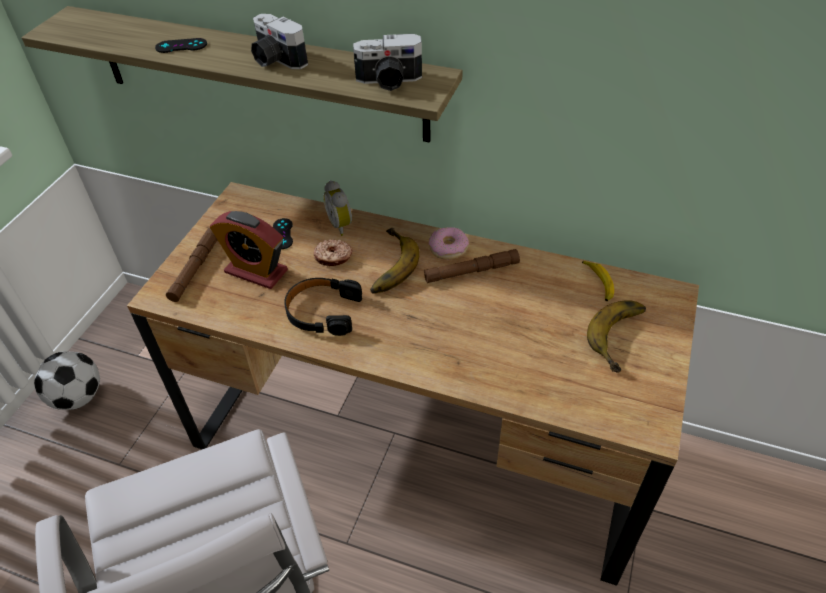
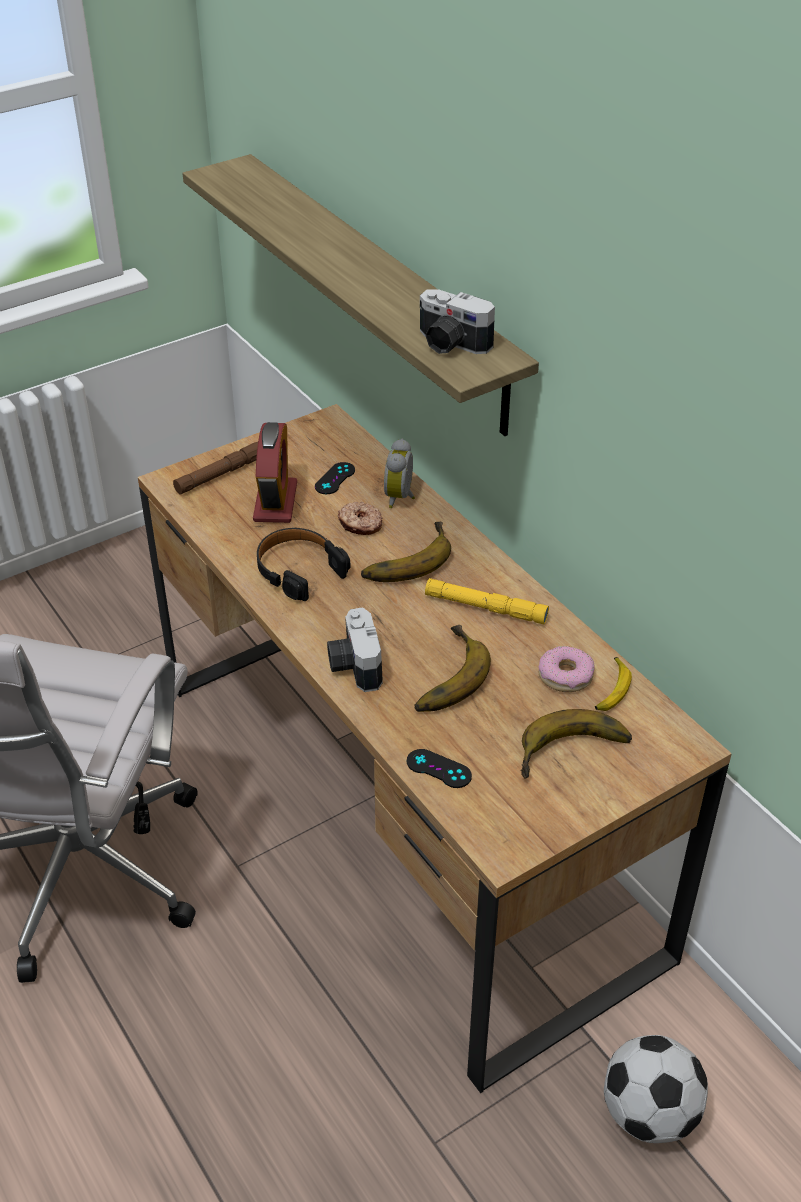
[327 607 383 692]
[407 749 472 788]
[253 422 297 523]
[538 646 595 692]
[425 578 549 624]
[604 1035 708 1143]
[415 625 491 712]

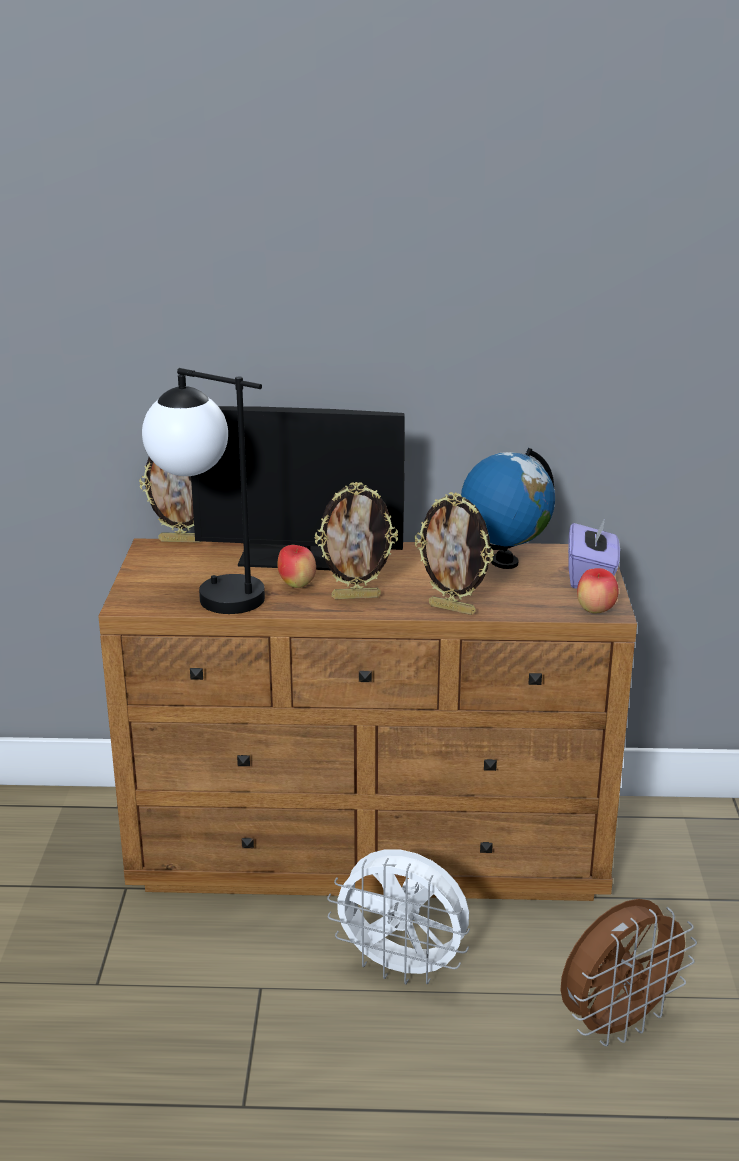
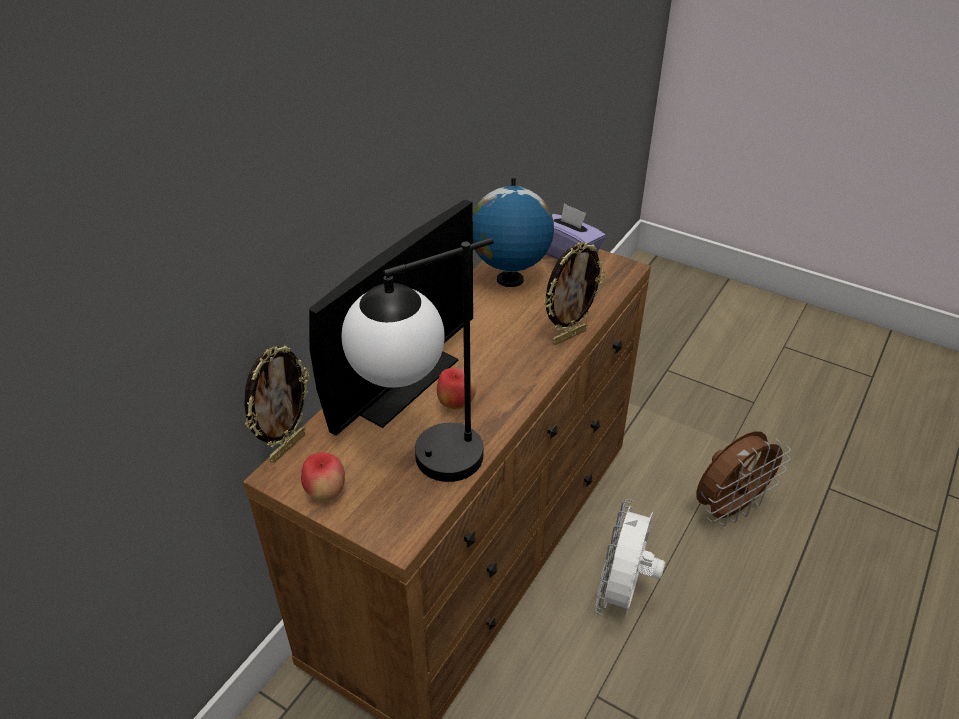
[314 482 398 599] (first image)
[301 452 345 501]
[595 499 665 615]
[696 431 791 526]

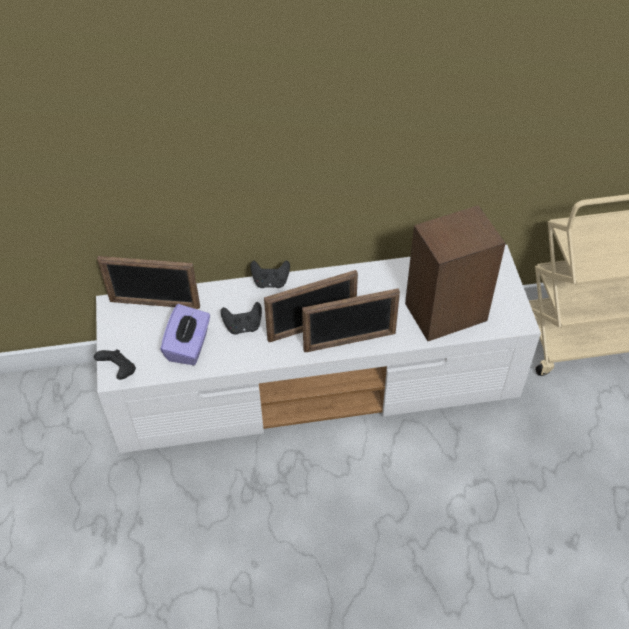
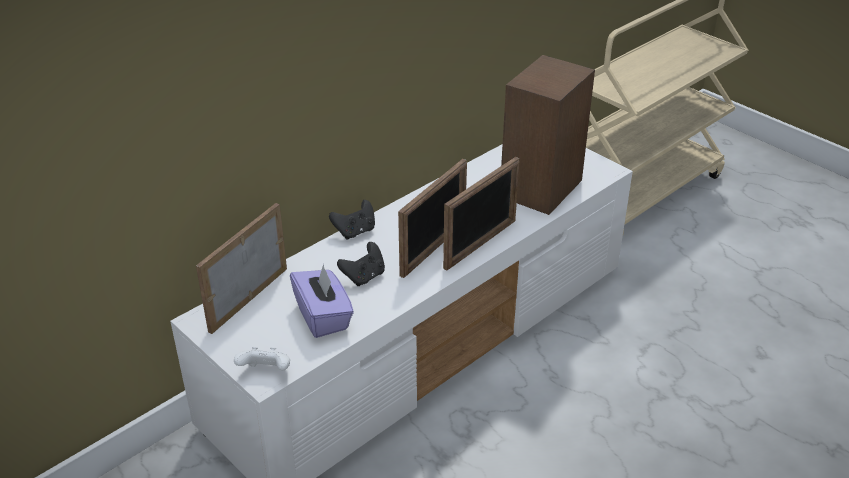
[196 203 287 334]
[234 347 290 370]

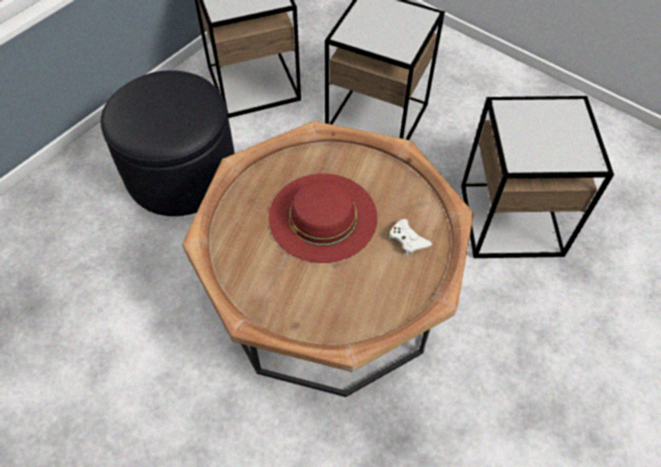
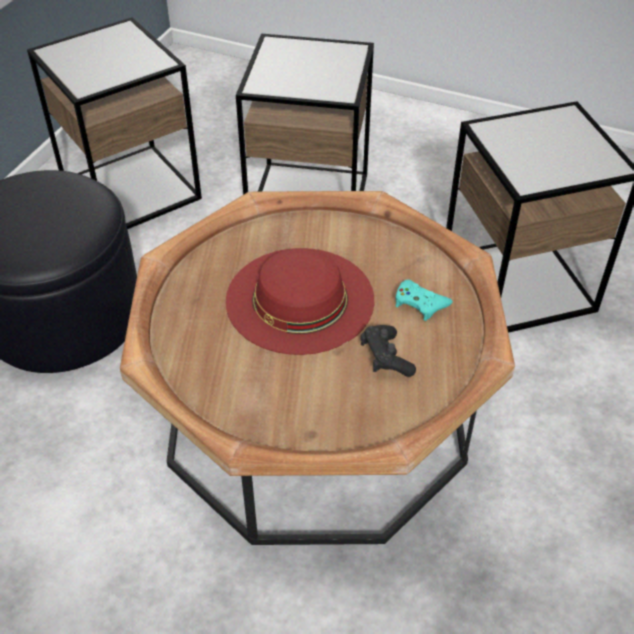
[395 280 453 321]
[361 325 416 377]

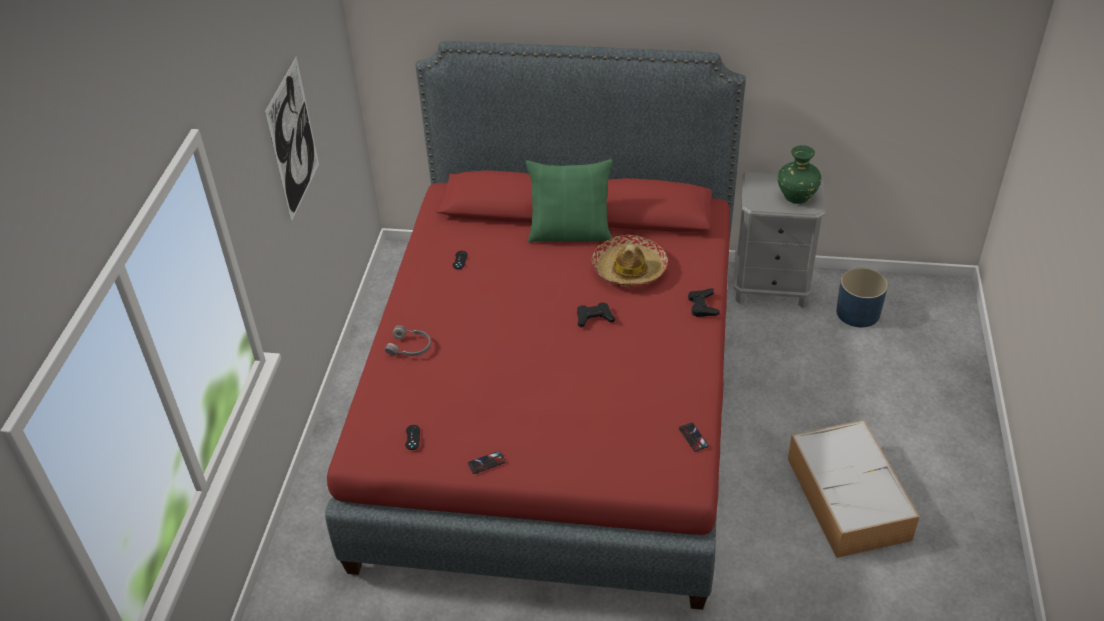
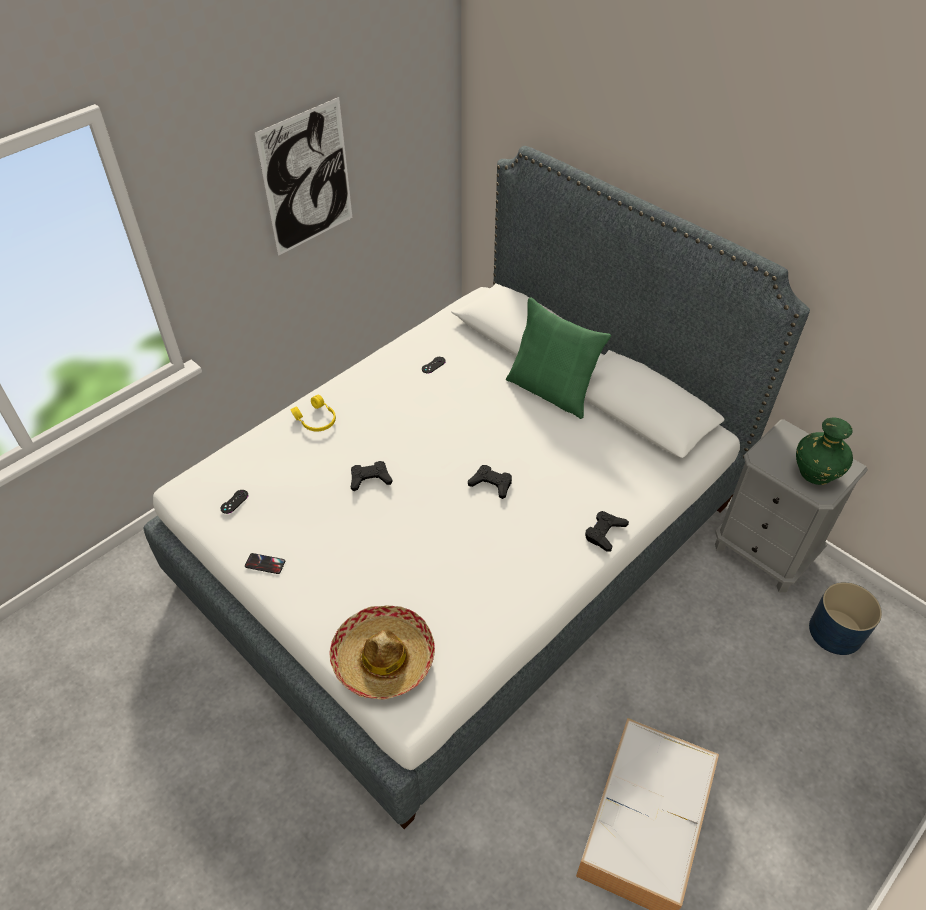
[144 146 810 829]
[329 605 435 700]
[290 395 336 431]
[679 423 708 452] (first image)
[351 461 393 491]

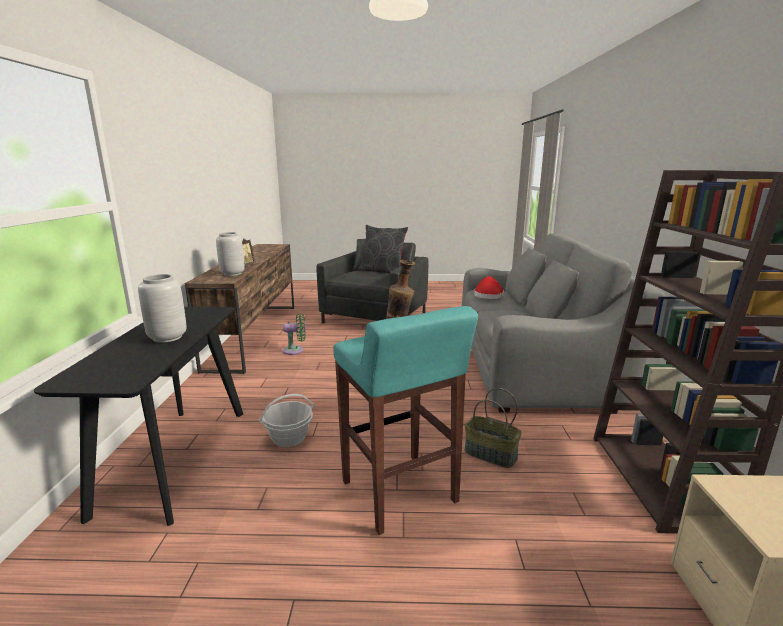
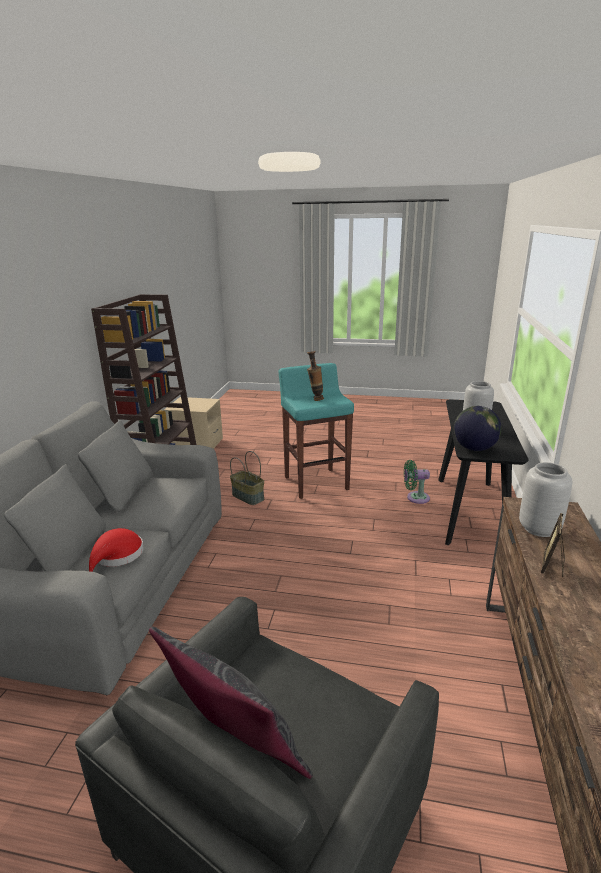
[404 460 430 504]
[259 394 314 447] (first image)
[454 406 502 451]

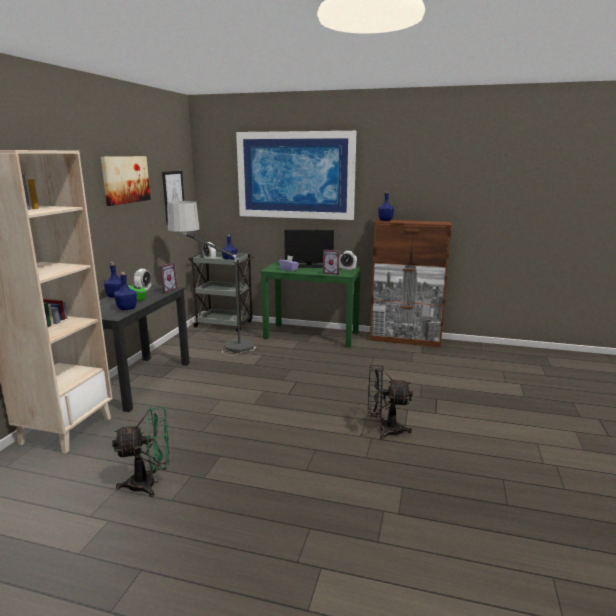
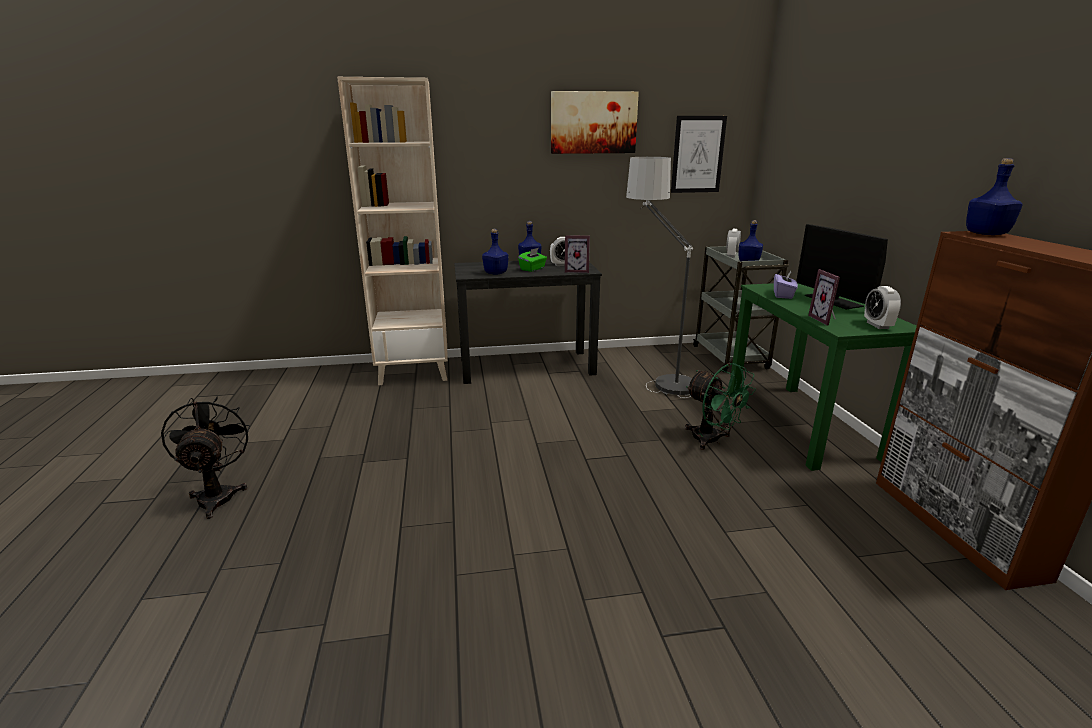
[236 131 356 220] (first image)
[161 397 250 519]
[685 363 756 450]

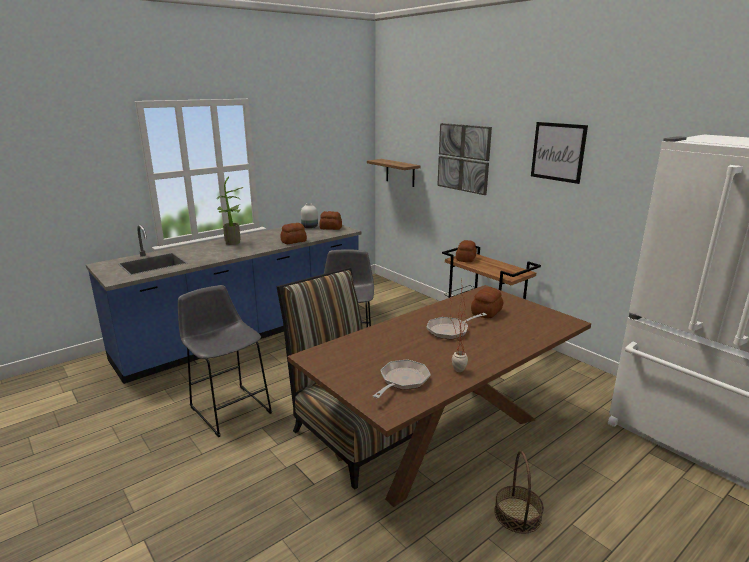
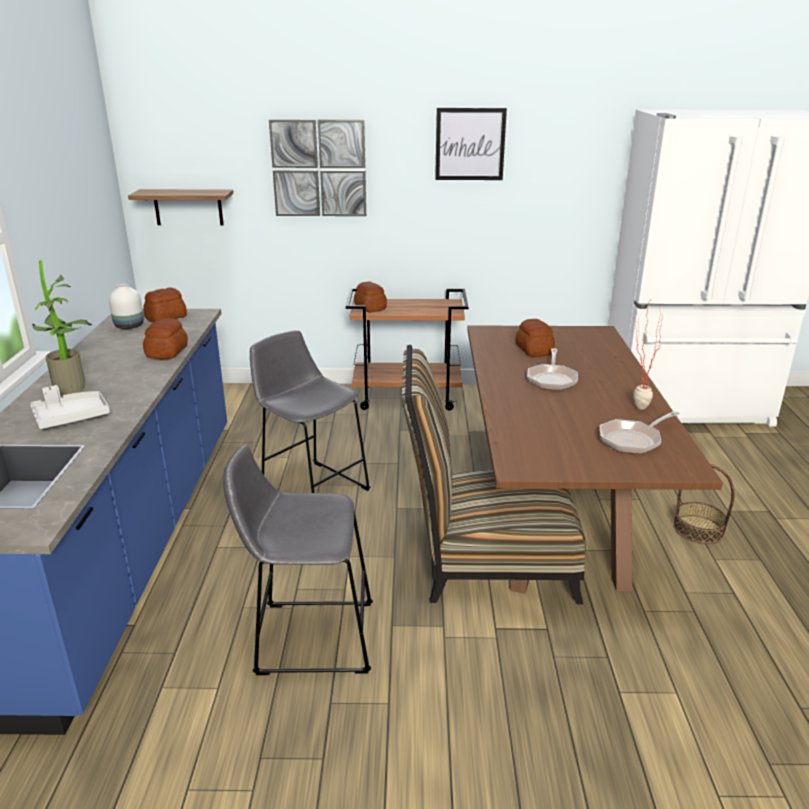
[600 411 680 454]
[30 385 110 429]

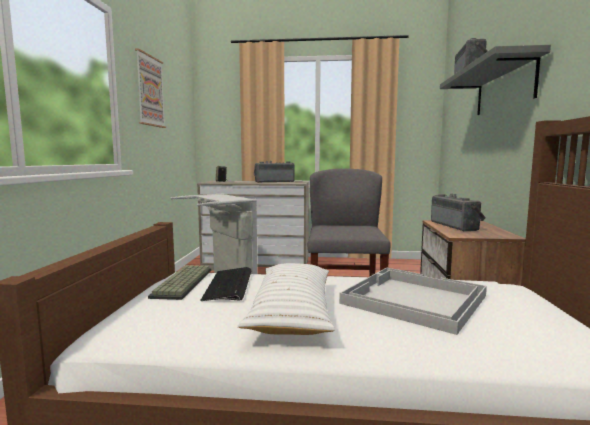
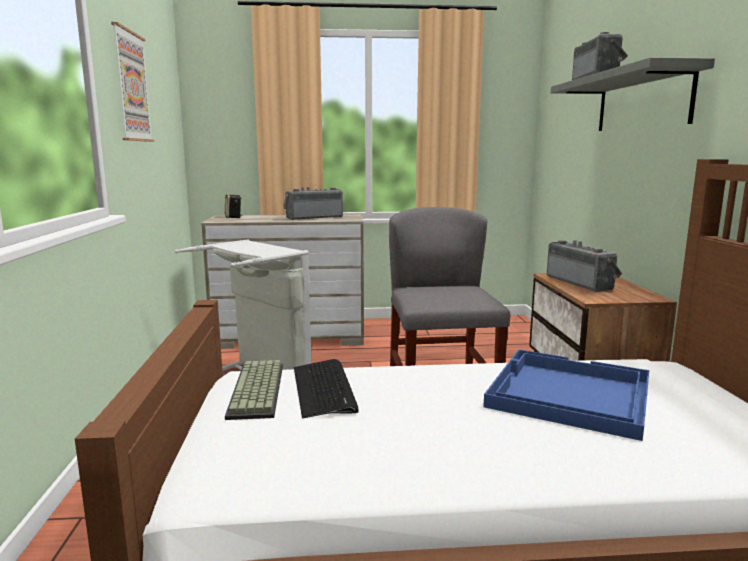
[238 263 335 335] (first image)
[483 349 649 441]

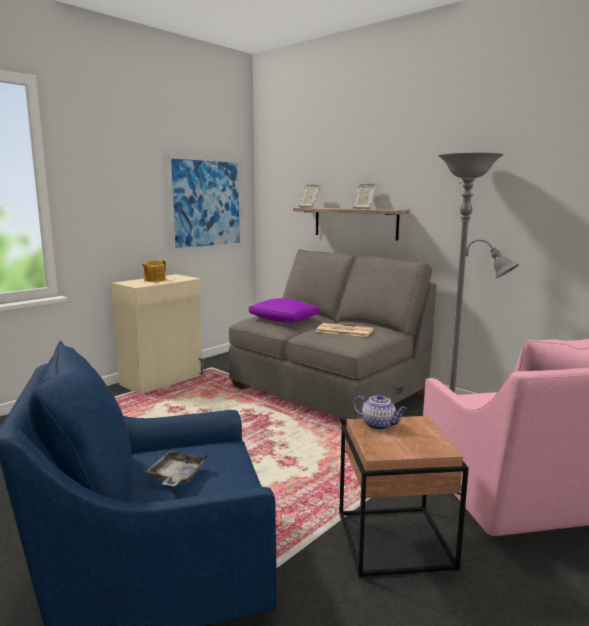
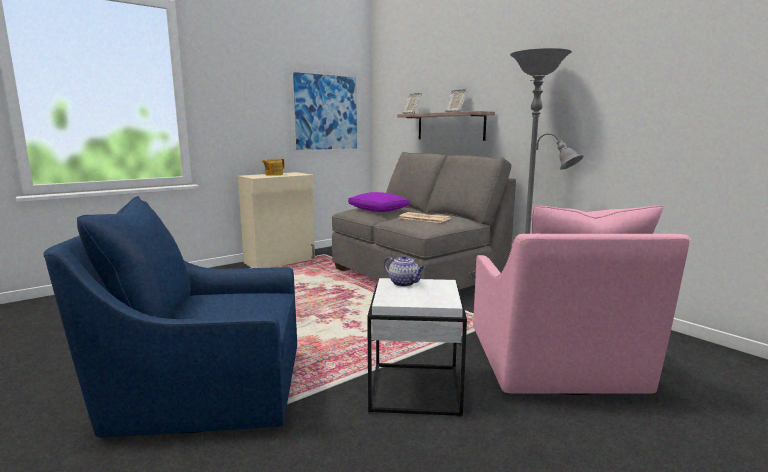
[367 278 467 417]
[145 450 207 486] (first image)

